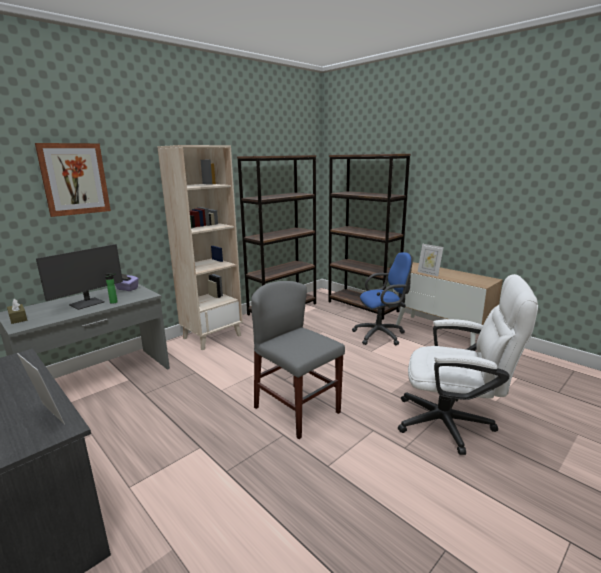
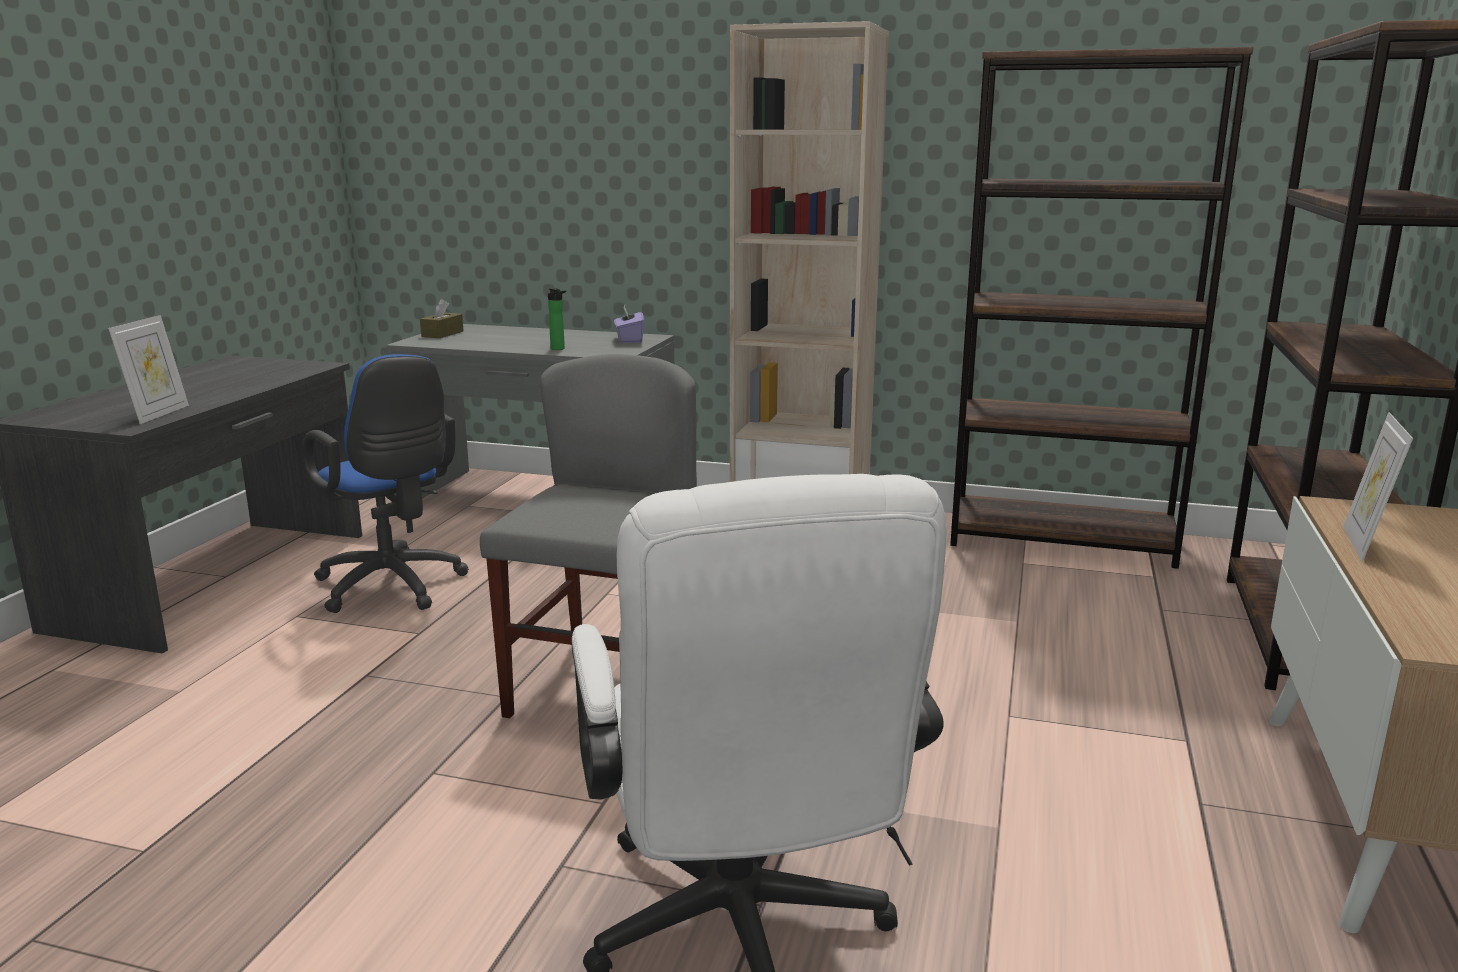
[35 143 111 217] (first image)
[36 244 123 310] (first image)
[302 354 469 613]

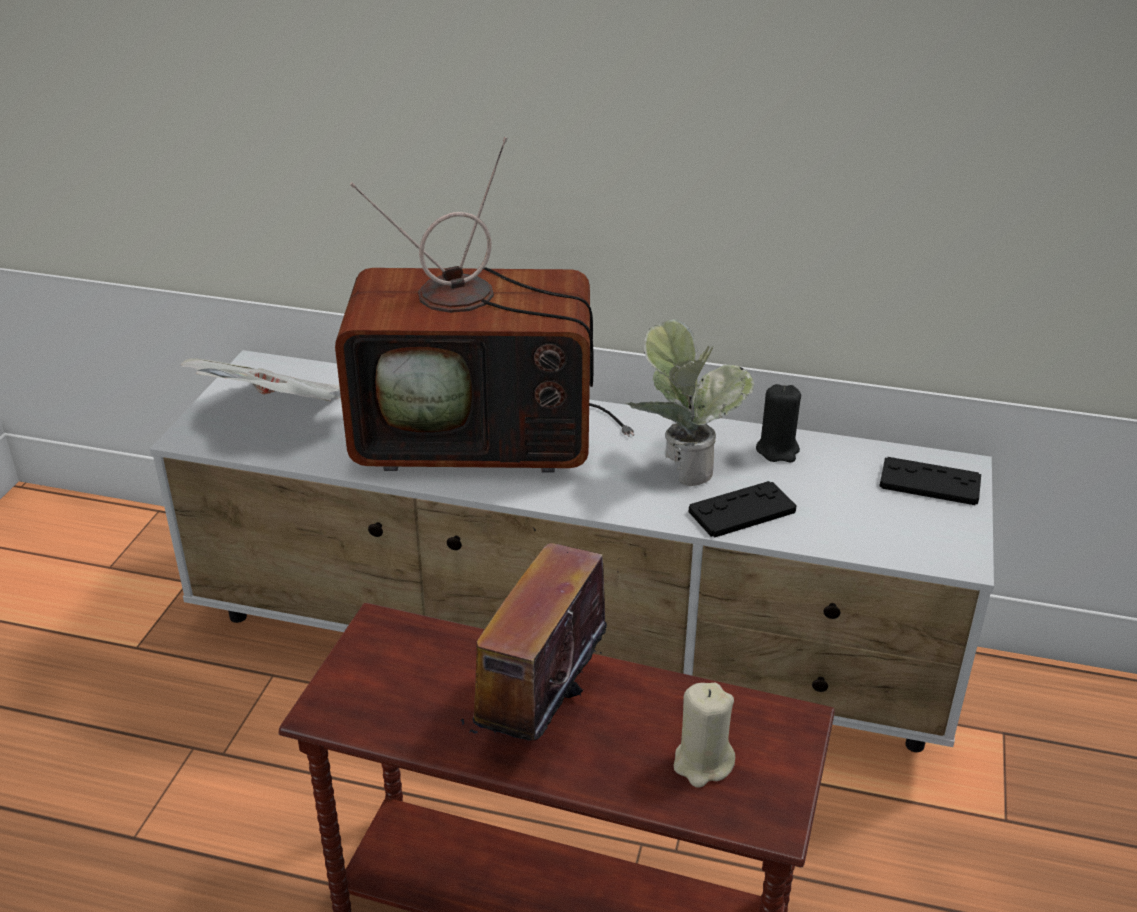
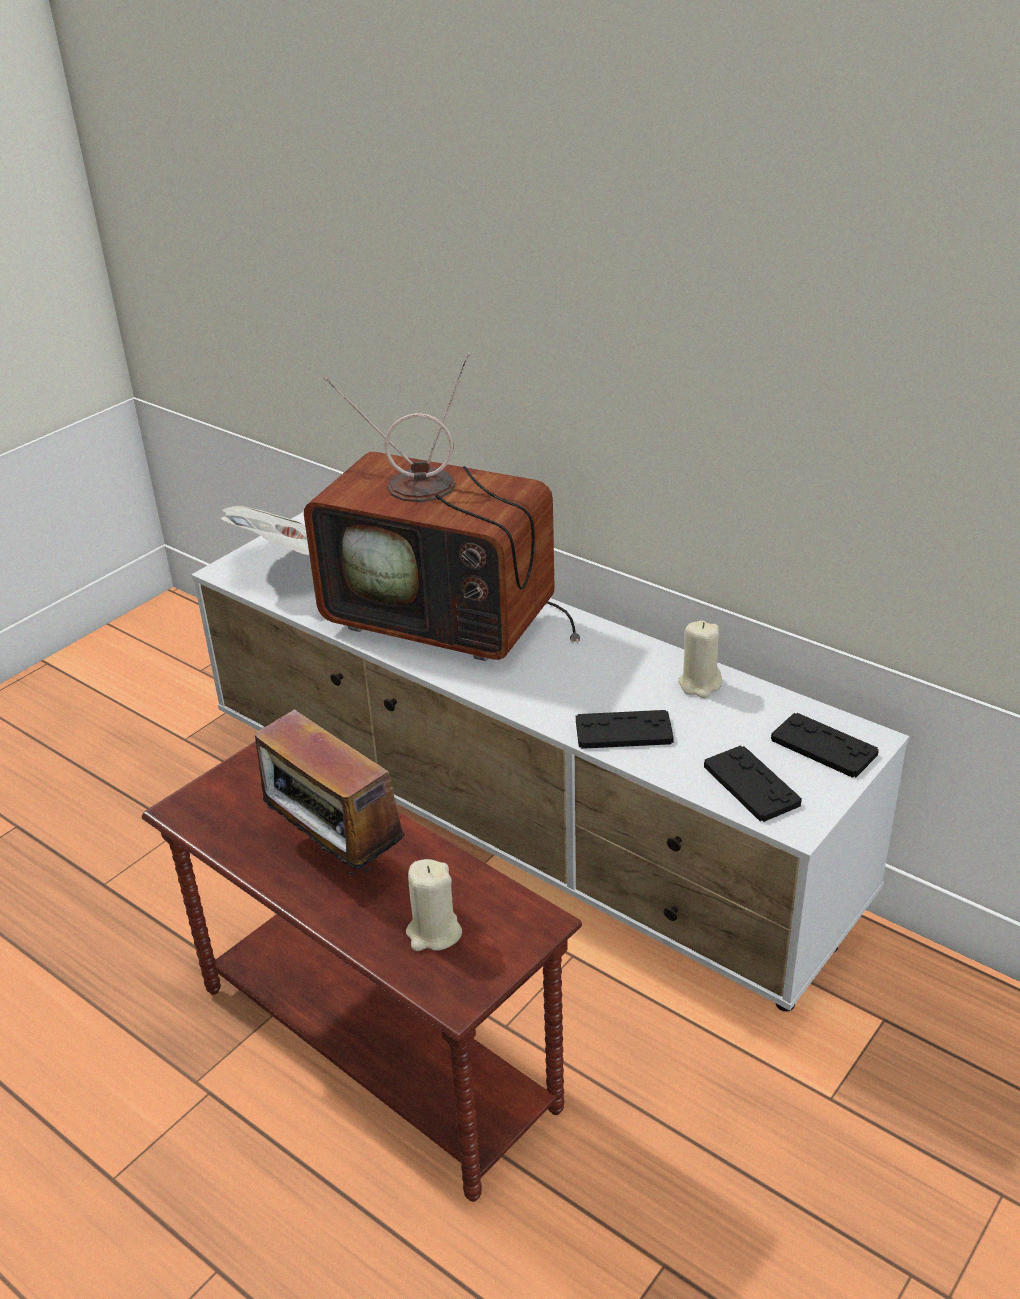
[626 319 754 486] (first image)
[678 620 722 698]
[255 710 405 876]
[704 745 802 822]

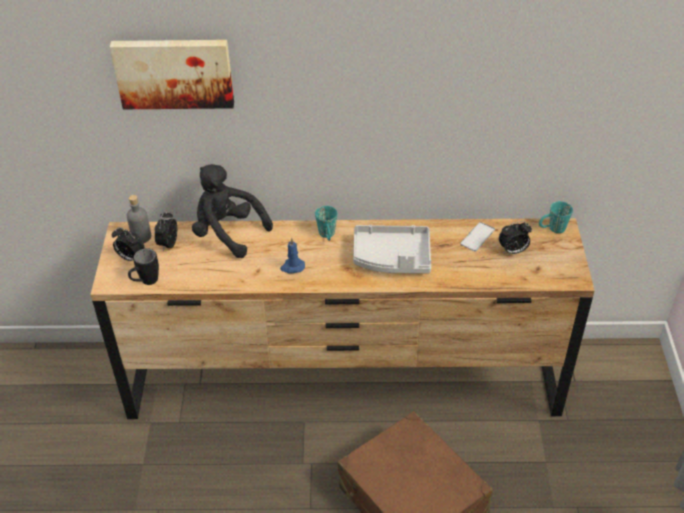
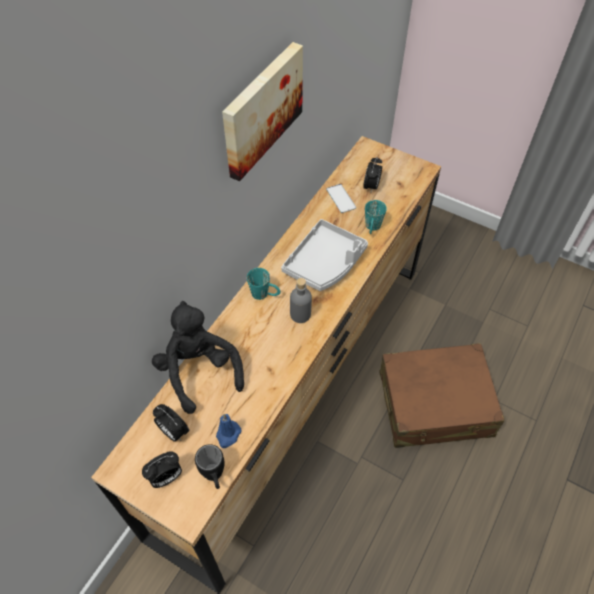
[222 42 303 181]
[152 301 244 414]
[290 278 312 323]
[365 200 387 234]
[216 414 241 448]

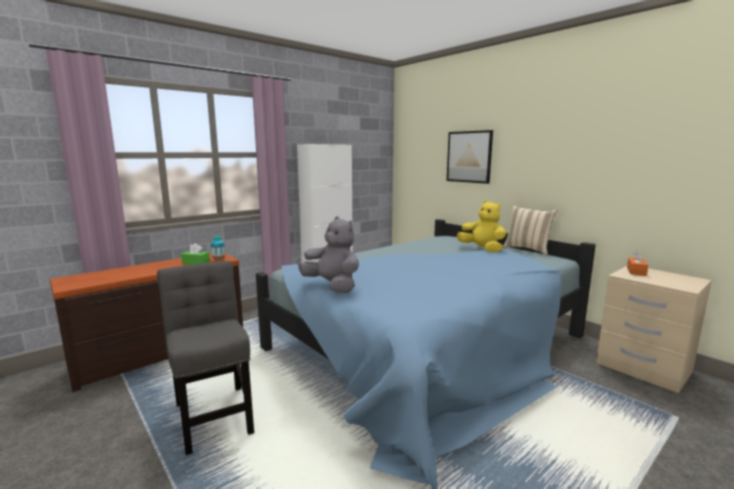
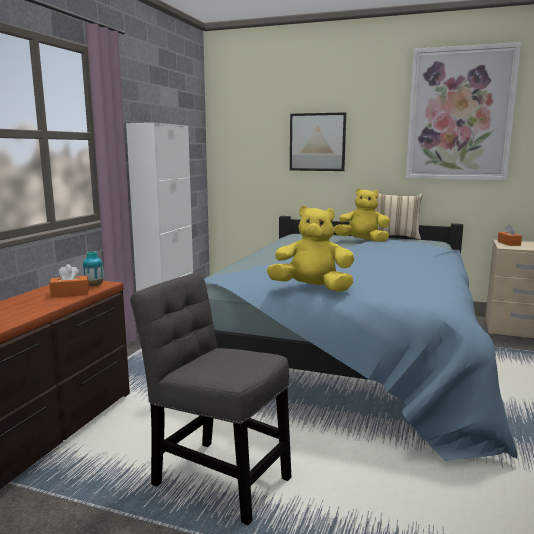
[267 206 355 292]
[50 264 89 298]
[406 42 521 180]

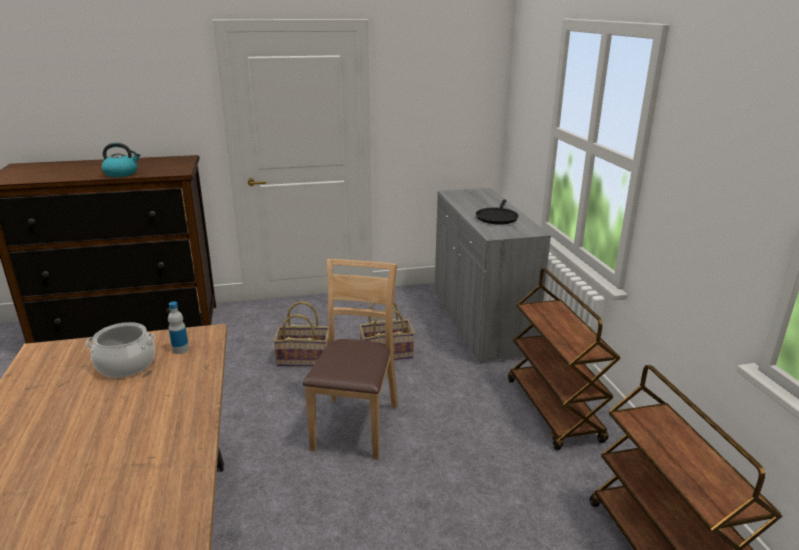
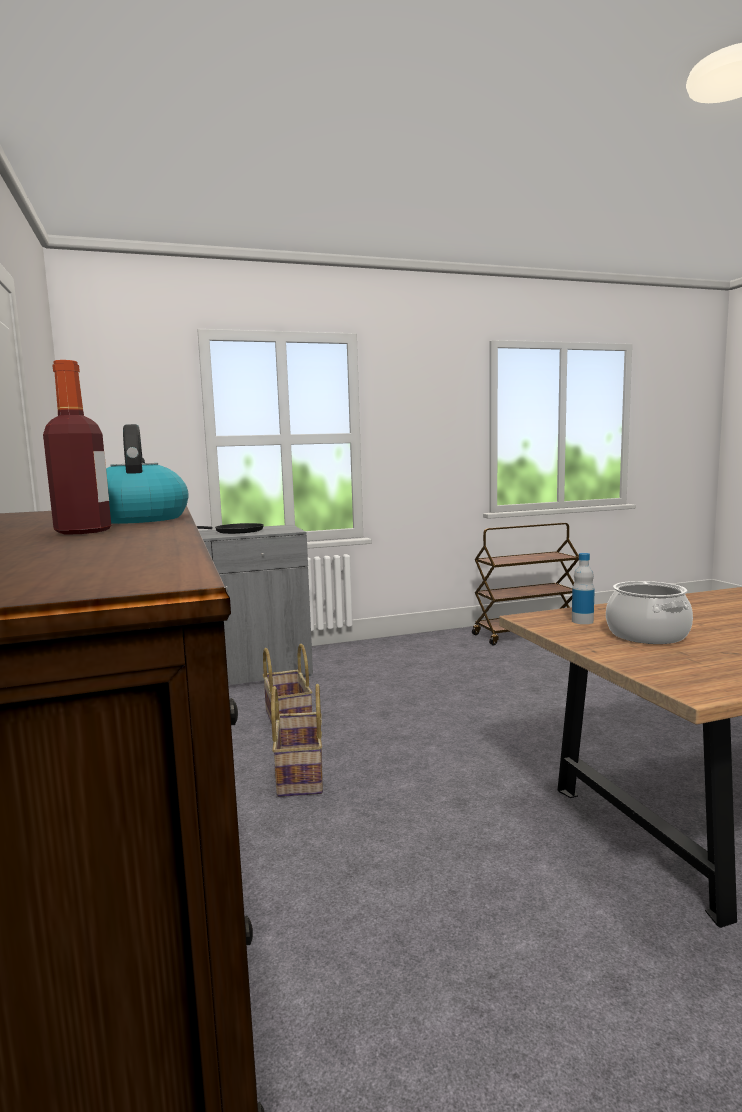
[303 259 398 460] (first image)
[508 268 621 450] (first image)
[43 360 111 535]

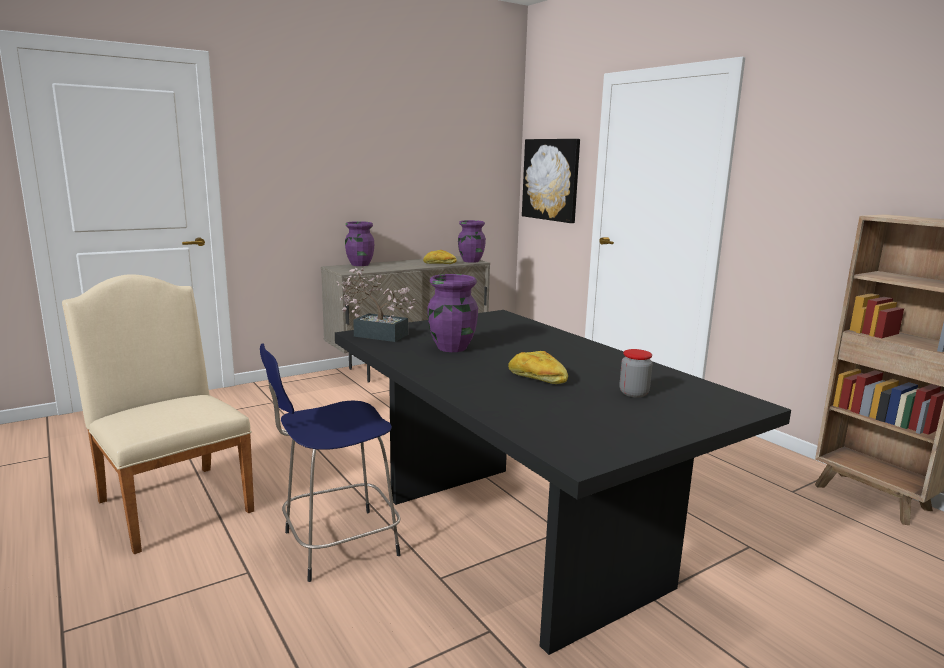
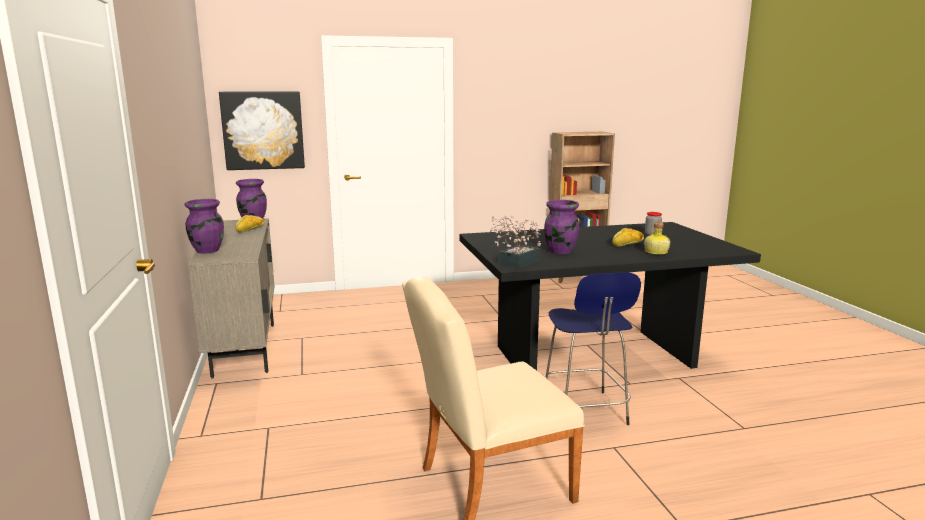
[644 222 671 254]

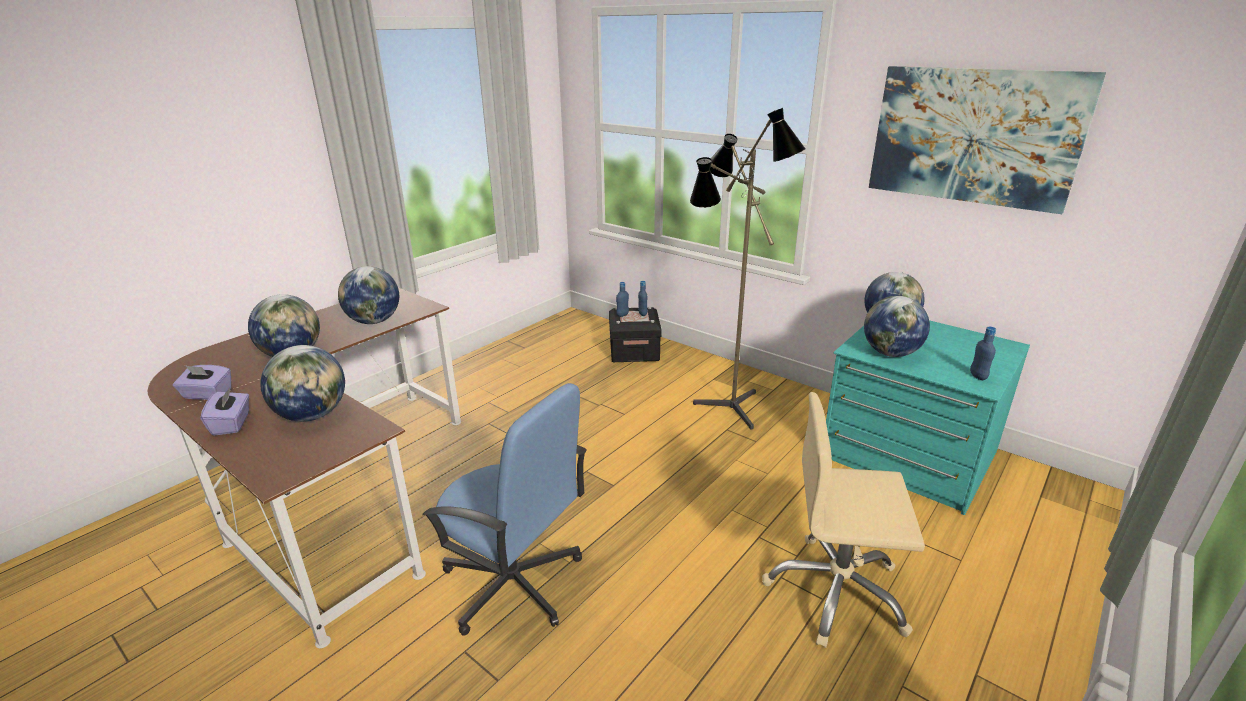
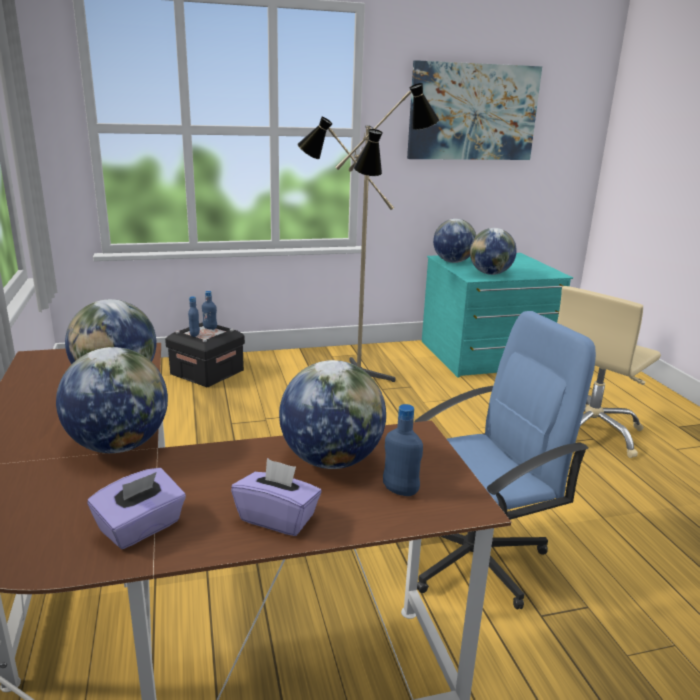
[383 404 423 496]

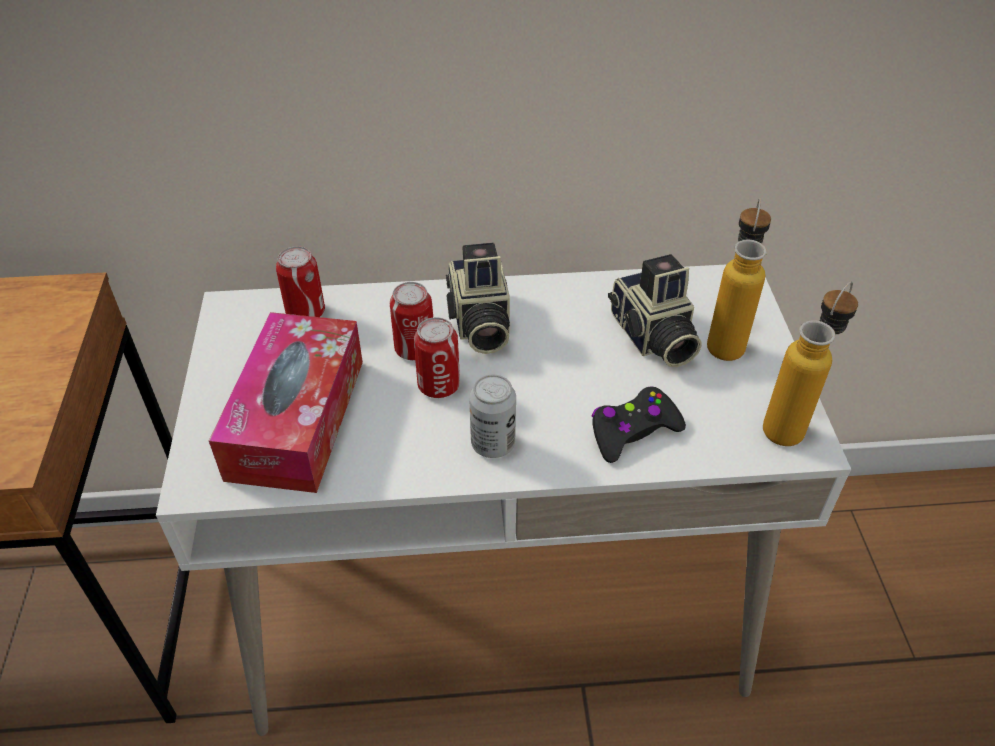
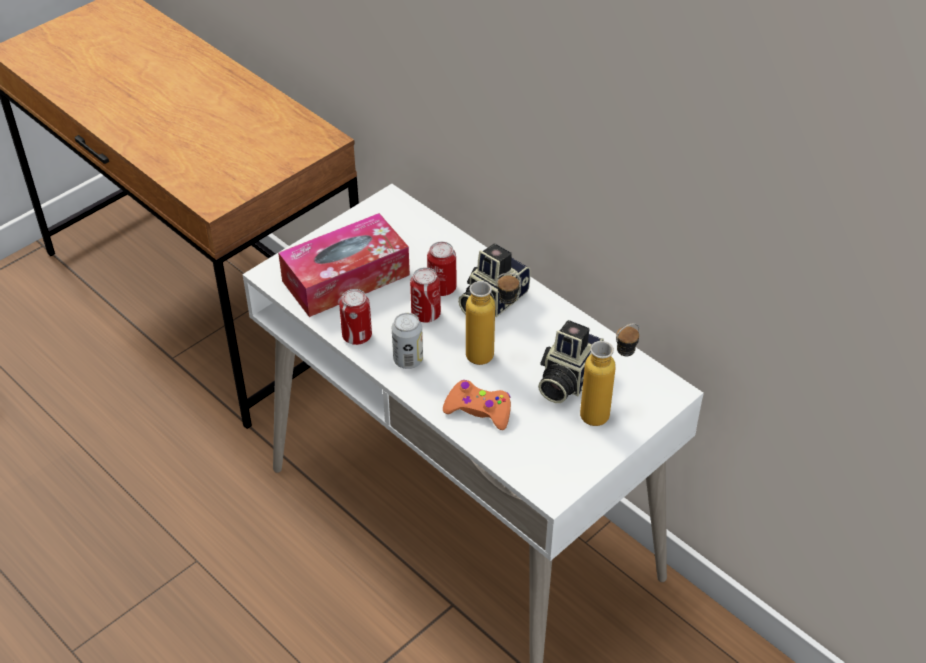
[339 289 372 345]
[466 273 521 365]
[443 380 511 430]

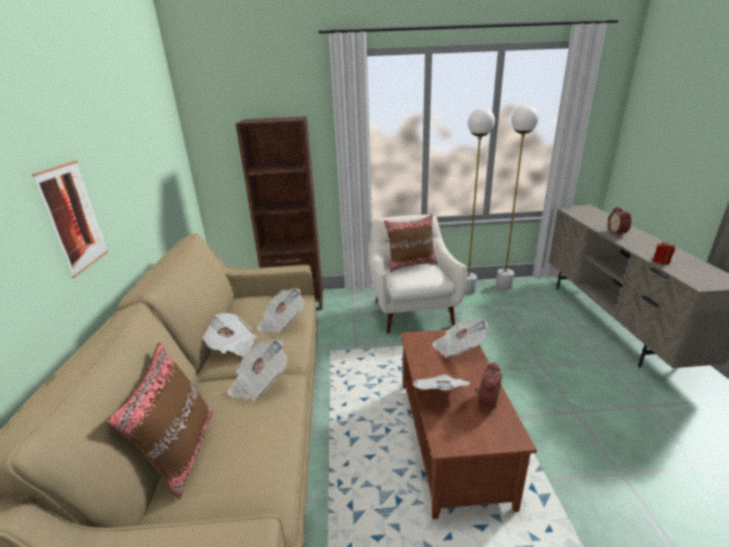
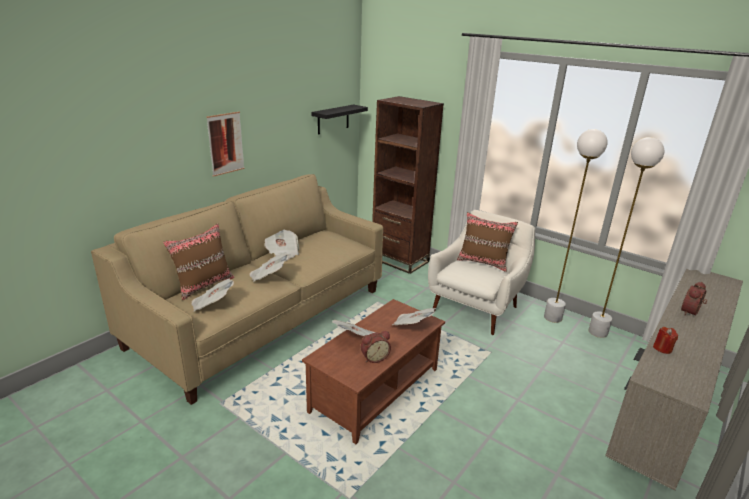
[192 278 234 312]
[312 105 368 135]

